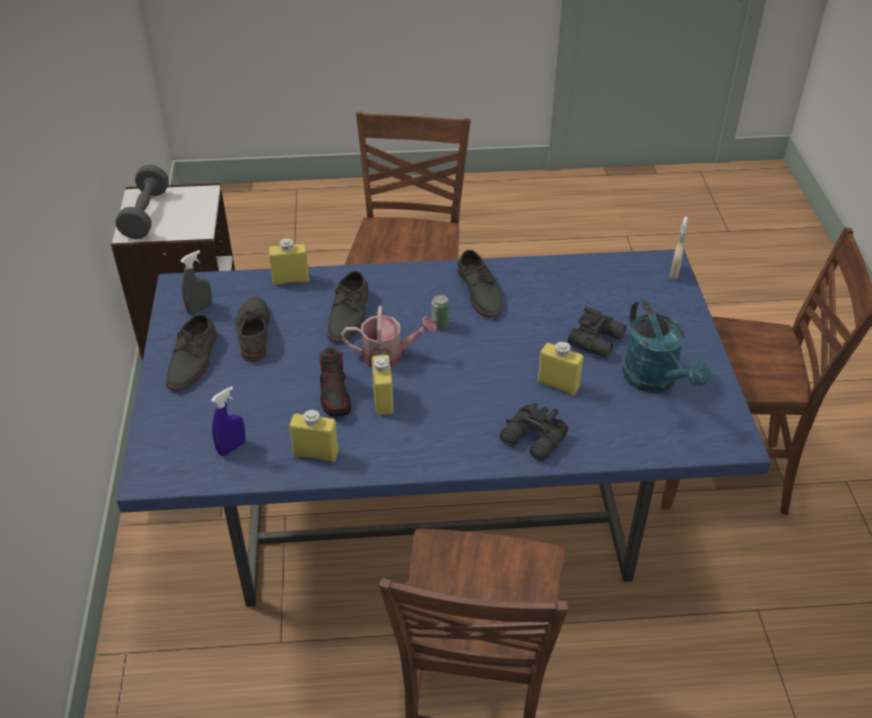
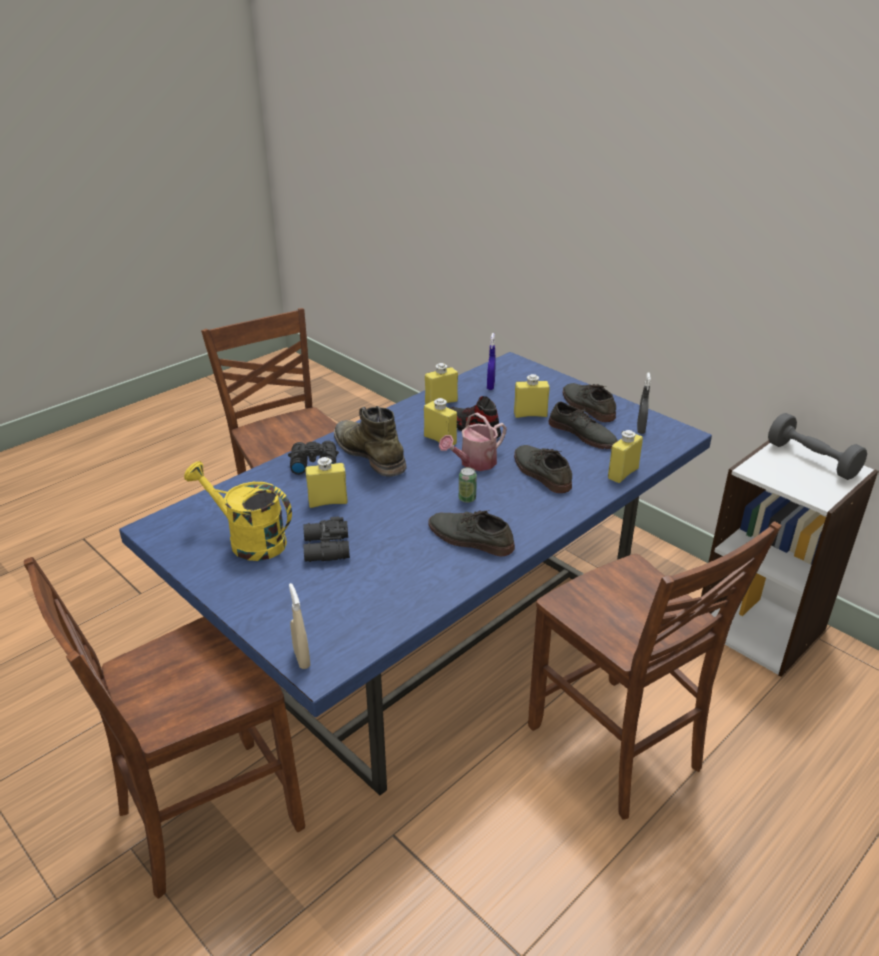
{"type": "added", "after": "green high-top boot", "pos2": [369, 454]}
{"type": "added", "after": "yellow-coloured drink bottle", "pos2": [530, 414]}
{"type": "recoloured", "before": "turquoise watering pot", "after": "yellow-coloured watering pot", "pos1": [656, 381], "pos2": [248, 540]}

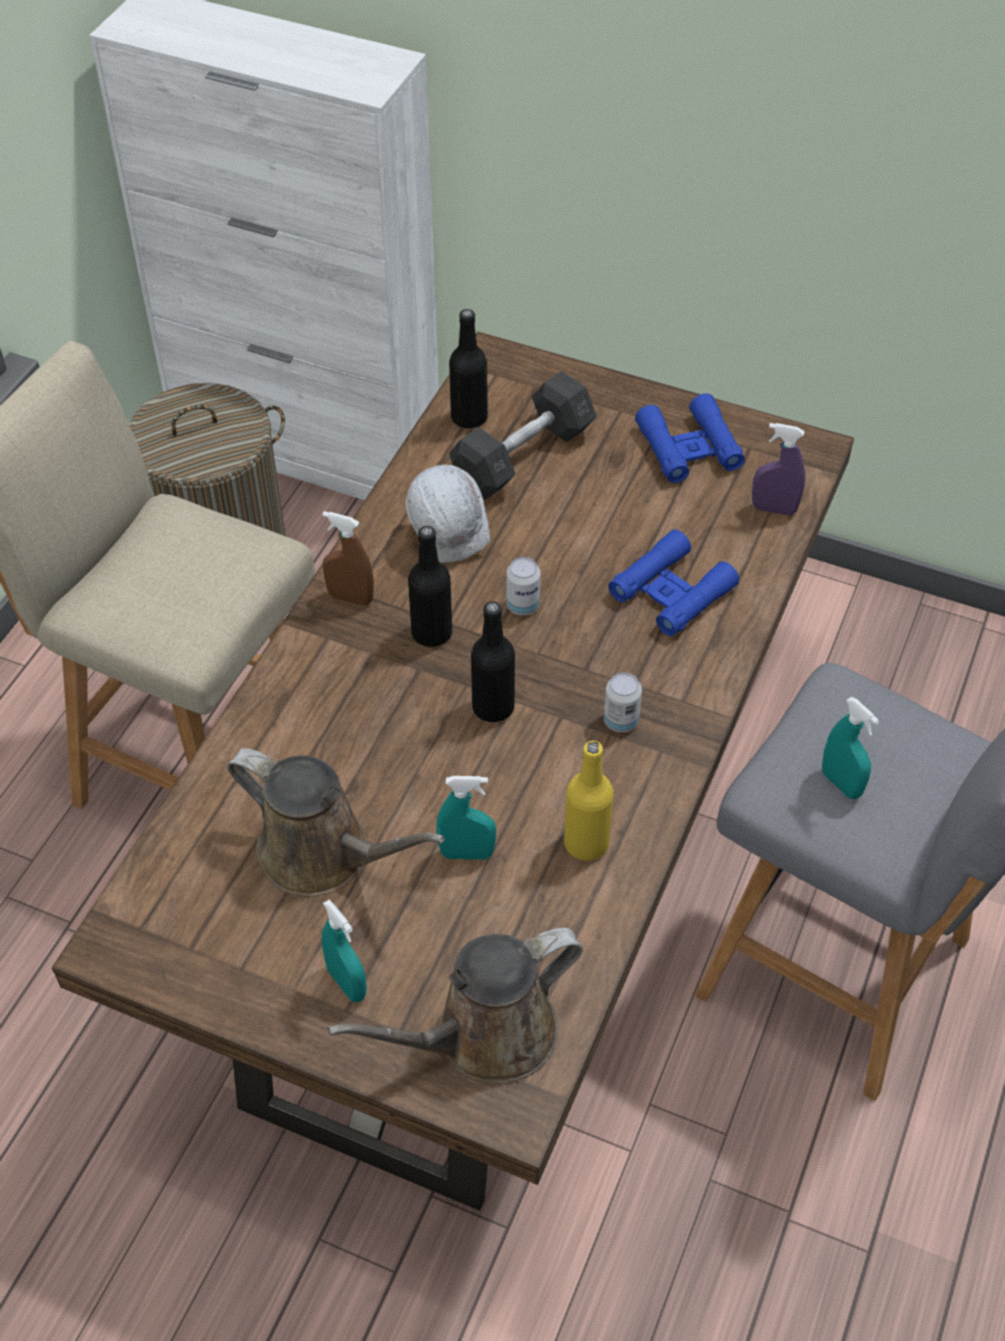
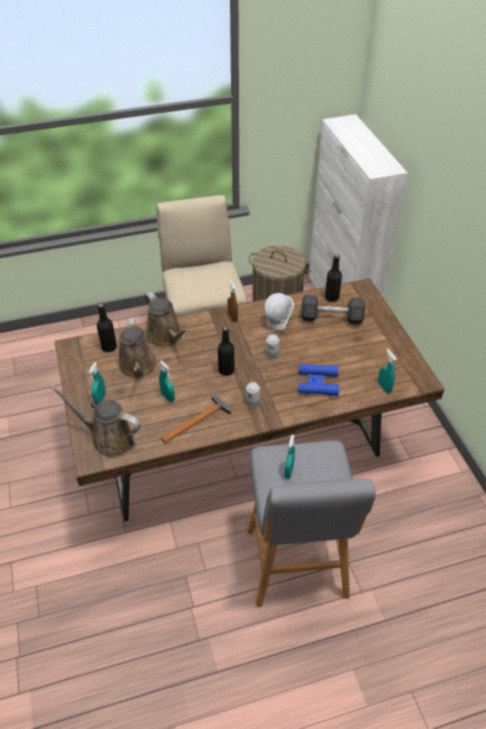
{"type": "removed", "before": "blue field glasses", "pos1": [689, 448]}
{"type": "added", "after": "brown-coloured watering pot", "pos2": [166, 337]}
{"type": "moved", "before": "black-coloured drink bottle", "pos1": [432, 633], "pos2": [109, 347]}
{"type": "replaced", "before": "yellow-coloured drink bottle", "after": "tool hammer", "pos1": [586, 843], "pos2": [198, 421]}
{"type": "recoloured", "before": "purple-coloured sprayer", "after": "turquoise sprayer", "pos1": [774, 509], "pos2": [384, 387]}

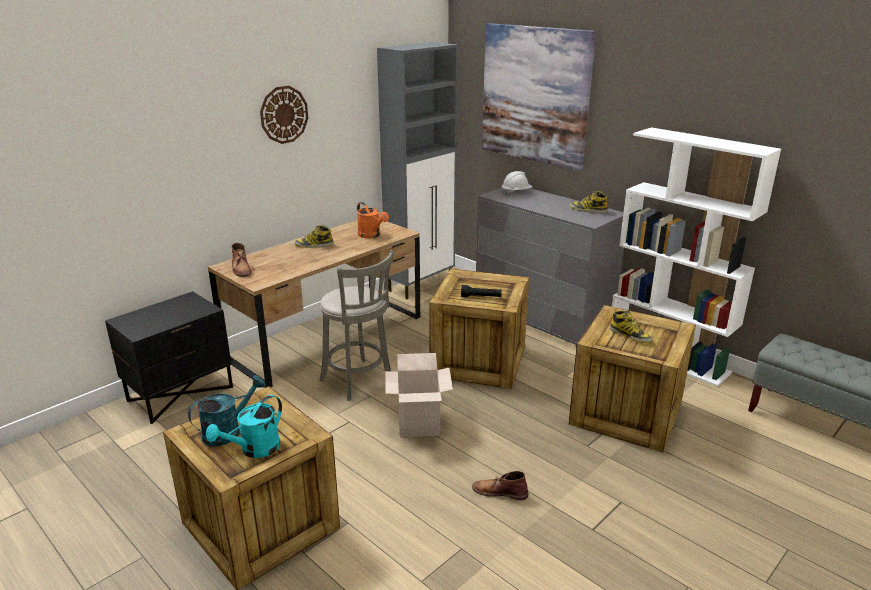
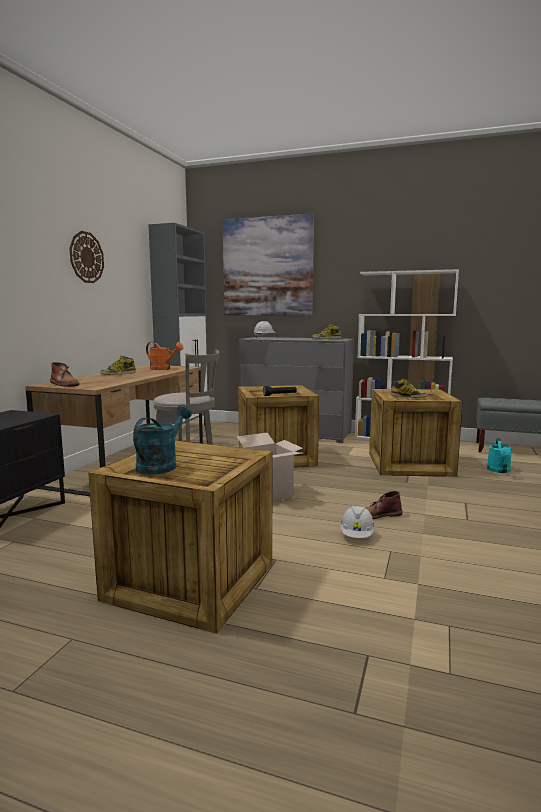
{"type": "added", "after": "whitish safety helmet", "pos2": [357, 536]}
{"type": "moved", "before": "turquoise watering pot", "pos1": [254, 450], "pos2": [499, 471]}

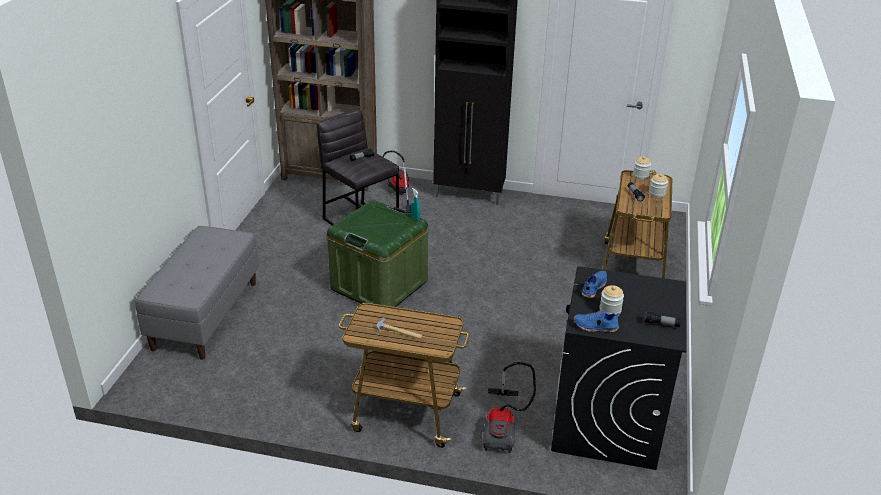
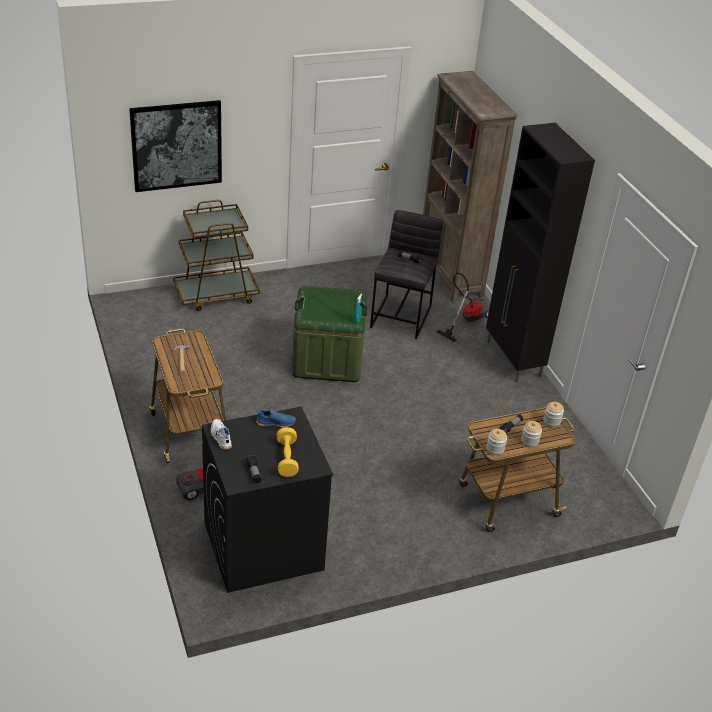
{"type": "added", "after": "picture", "pos2": [176, 145]}
{"type": "added", "after": "yellow-coloured hand weight", "pos2": [287, 459]}
{"type": "moved", "before": "storage jar", "pos1": [610, 310], "pos2": [495, 449]}
{"type": "replaced", "before": "grey long seat", "after": "brown-coloured trolley", "pos1": [205, 314], "pos2": [217, 295]}
{"type": "recoloured", "before": "blue item of footwear", "after": "whitish item of footwear", "pos1": [595, 327], "pos2": [220, 437]}

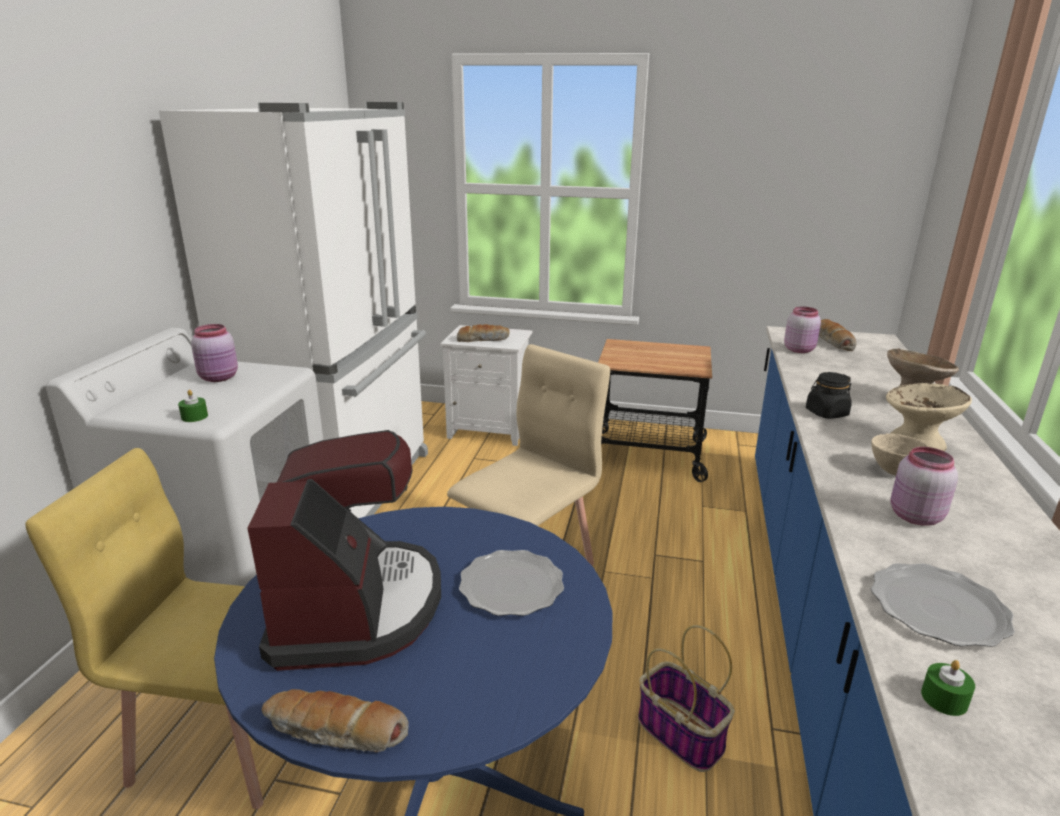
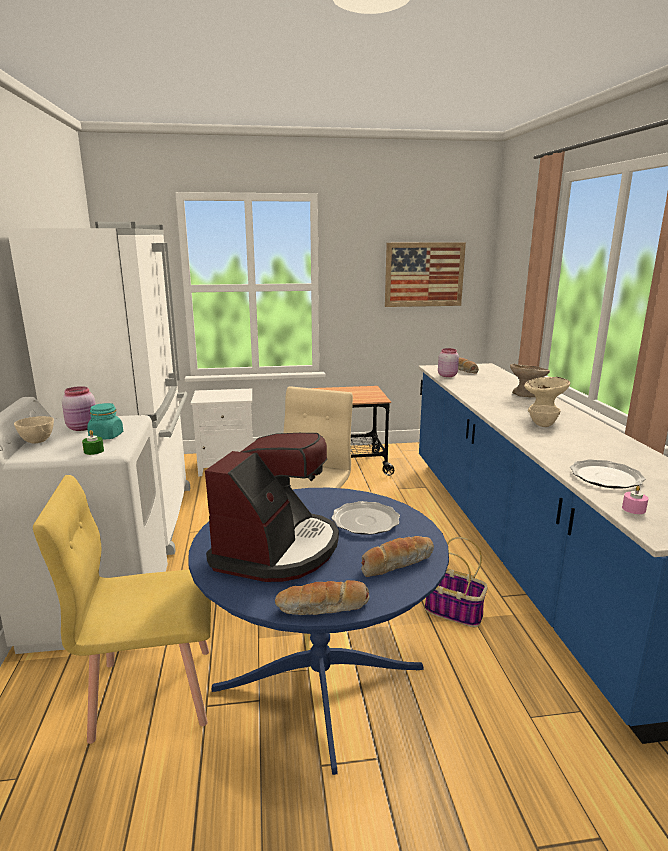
{"type": "removed", "before": "black-coloured storage jar", "pos1": [826, 413]}
{"type": "removed", "before": "pinkish storage jar", "pos1": [913, 516]}
{"type": "added", "after": "sand-coloured deep dish", "pos2": [36, 441]}
{"type": "added", "after": "turquoise storage jar", "pos2": [106, 436]}
{"type": "added", "after": "picture", "pos2": [424, 274]}
{"type": "moved", "before": "bread", "pos1": [483, 339], "pos2": [396, 563]}
{"type": "recoloured", "before": "green wax light", "after": "pinkish wax light", "pos1": [944, 699], "pos2": [633, 509]}
{"type": "turned", "before": "coffee machine", "pos1": [356, 607], "pos2": [277, 549], "turn": 45}

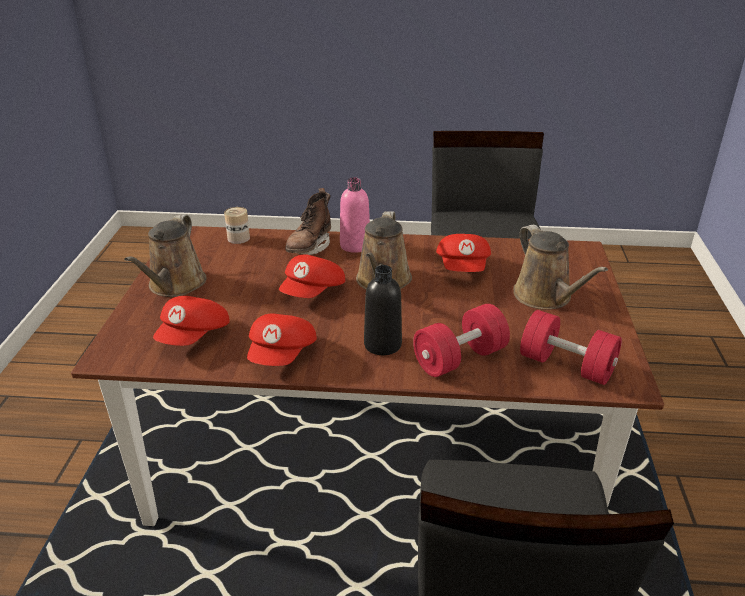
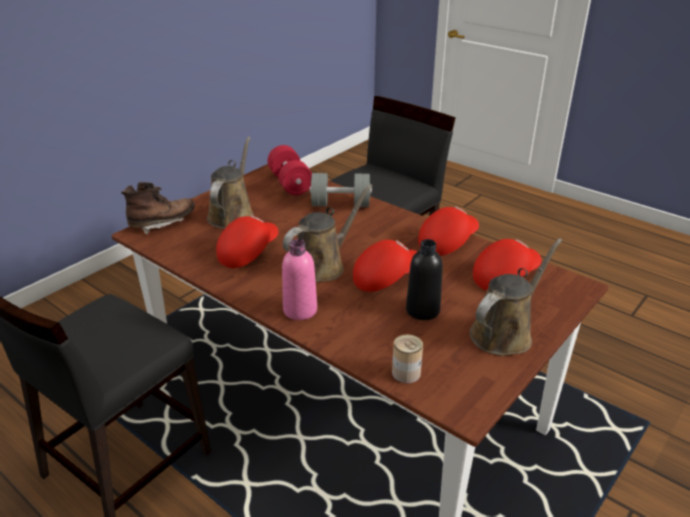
{"type": "moved", "before": "brown-coloured high-top boot", "pos1": [309, 247], "pos2": [162, 223]}
{"type": "moved", "before": "black-coloured drink bottle", "pos1": [382, 344], "pos2": [422, 310]}
{"type": "recoloured", "before": "red hand weight", "after": "grey hand weight", "pos1": [459, 358], "pos2": [340, 204]}

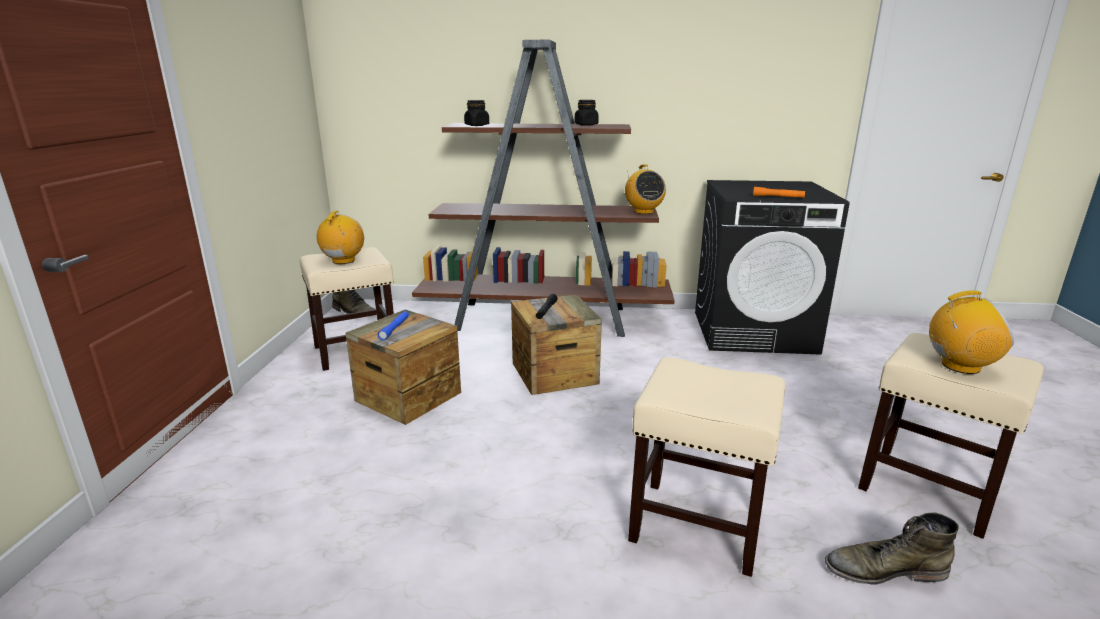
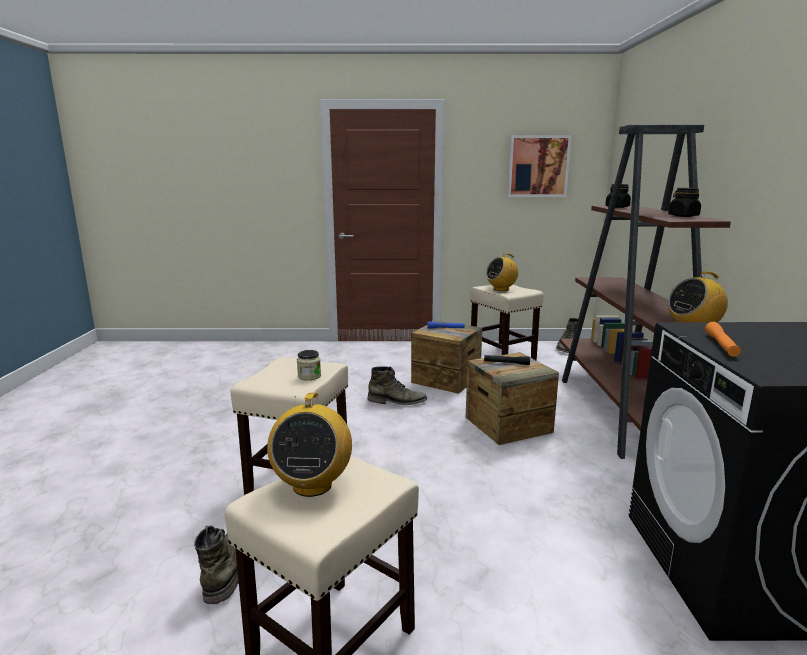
{"type": "added", "after": "storage jar", "pos2": [309, 376]}
{"type": "added", "after": "green high-top boot", "pos2": [397, 402]}
{"type": "added", "after": "picture", "pos2": [538, 166]}
{"type": "turned", "before": "radio", "pos1": [343, 261], "pos2": [501, 289], "turn": 150}

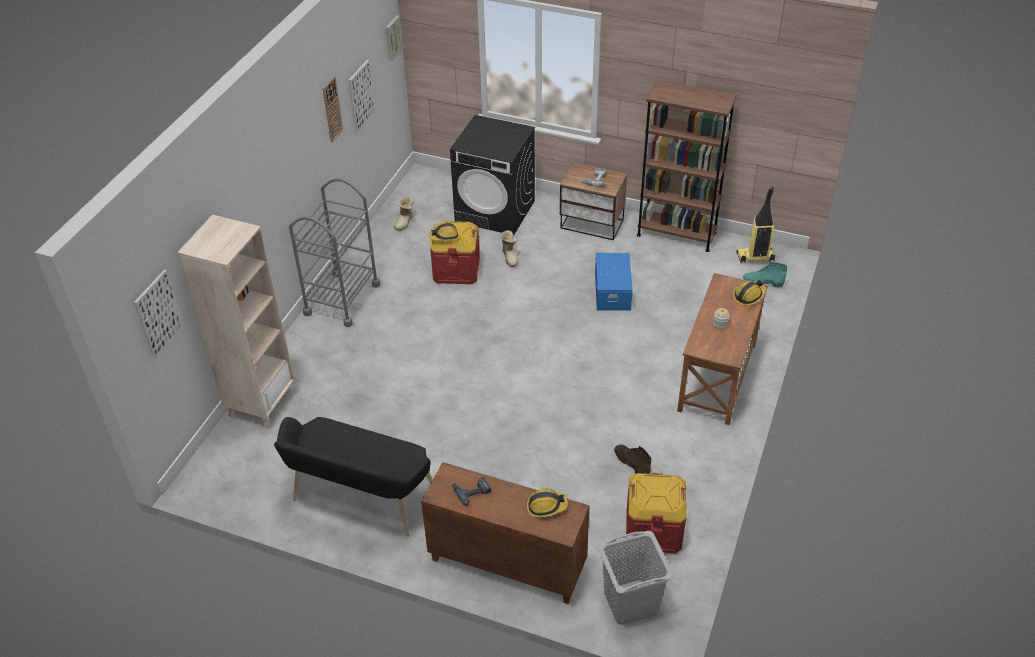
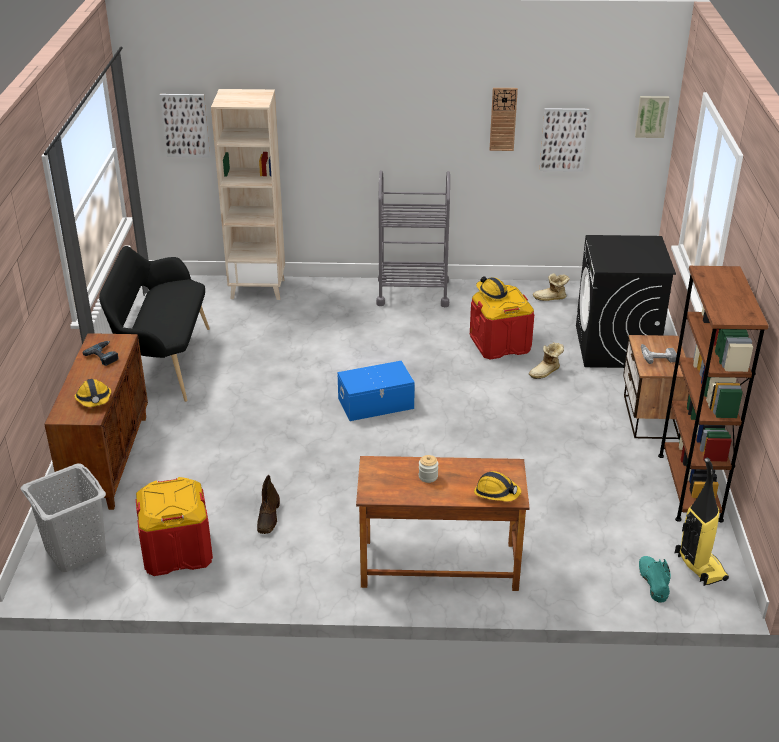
{"type": "moved", "before": "blue storage box", "pos1": [613, 291], "pos2": [376, 404]}
{"type": "turned", "before": "brown-coloured high-top boot", "pos1": [631, 463], "pos2": [268, 518], "turn": 150}

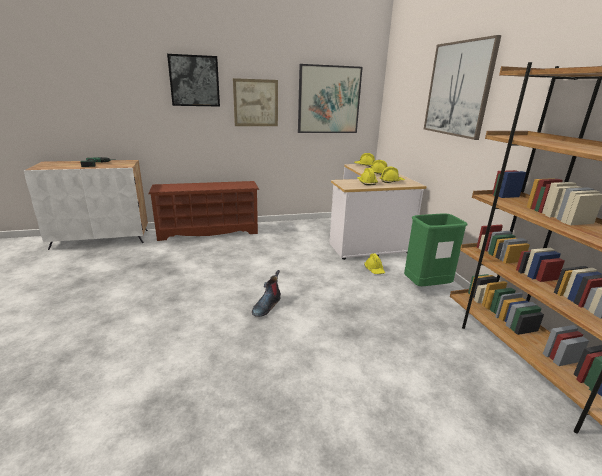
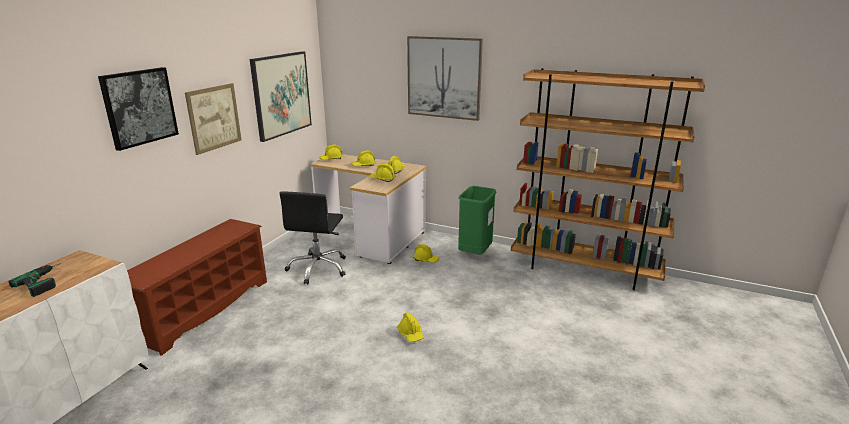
{"type": "added", "after": "black-coloured desk chair", "pos2": [318, 268]}
{"type": "replaced", "before": "high-top boot", "after": "yellow-coloured safety helmet", "pos1": [266, 306], "pos2": [411, 334]}

